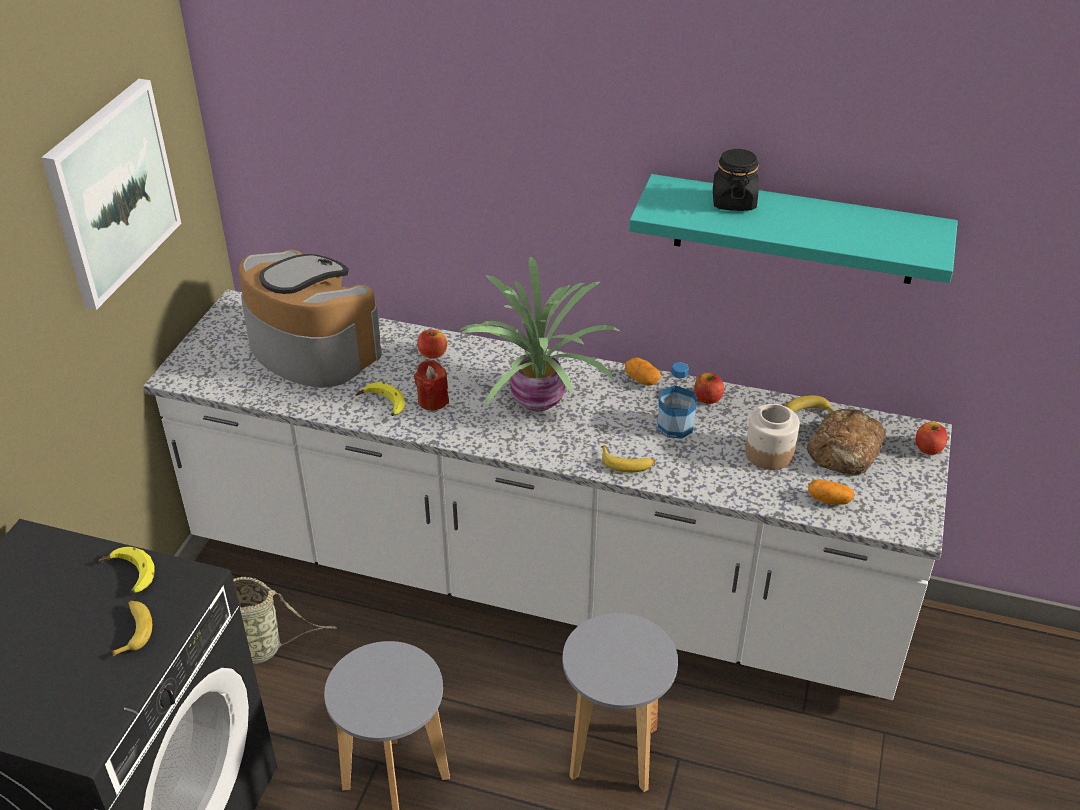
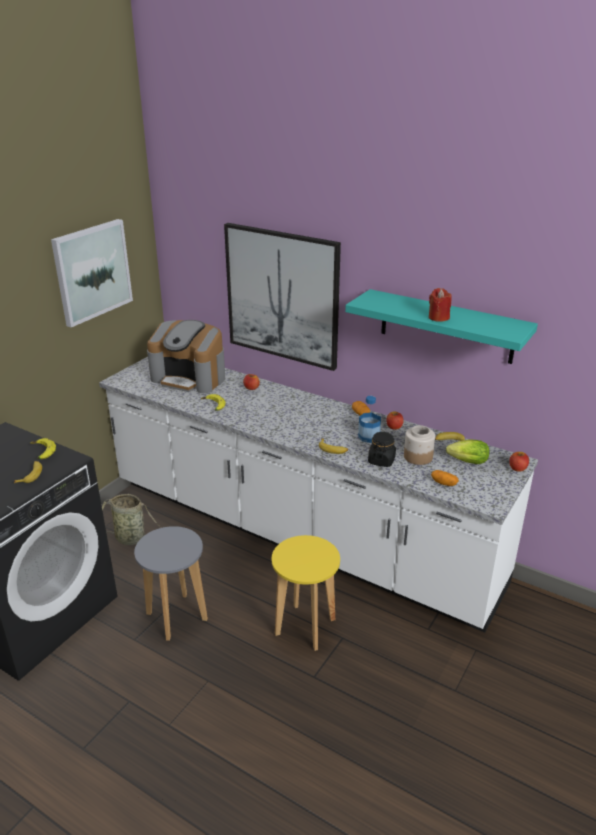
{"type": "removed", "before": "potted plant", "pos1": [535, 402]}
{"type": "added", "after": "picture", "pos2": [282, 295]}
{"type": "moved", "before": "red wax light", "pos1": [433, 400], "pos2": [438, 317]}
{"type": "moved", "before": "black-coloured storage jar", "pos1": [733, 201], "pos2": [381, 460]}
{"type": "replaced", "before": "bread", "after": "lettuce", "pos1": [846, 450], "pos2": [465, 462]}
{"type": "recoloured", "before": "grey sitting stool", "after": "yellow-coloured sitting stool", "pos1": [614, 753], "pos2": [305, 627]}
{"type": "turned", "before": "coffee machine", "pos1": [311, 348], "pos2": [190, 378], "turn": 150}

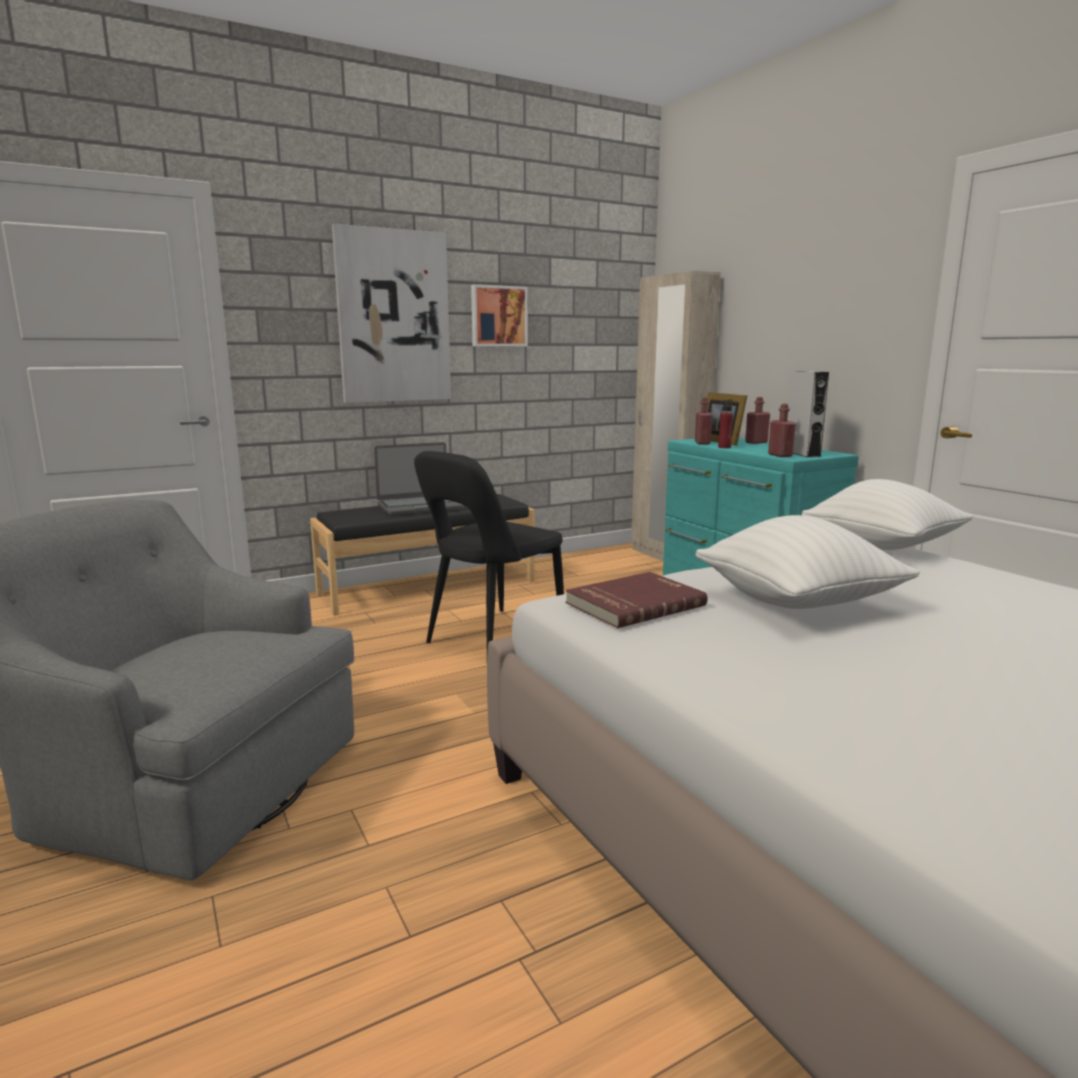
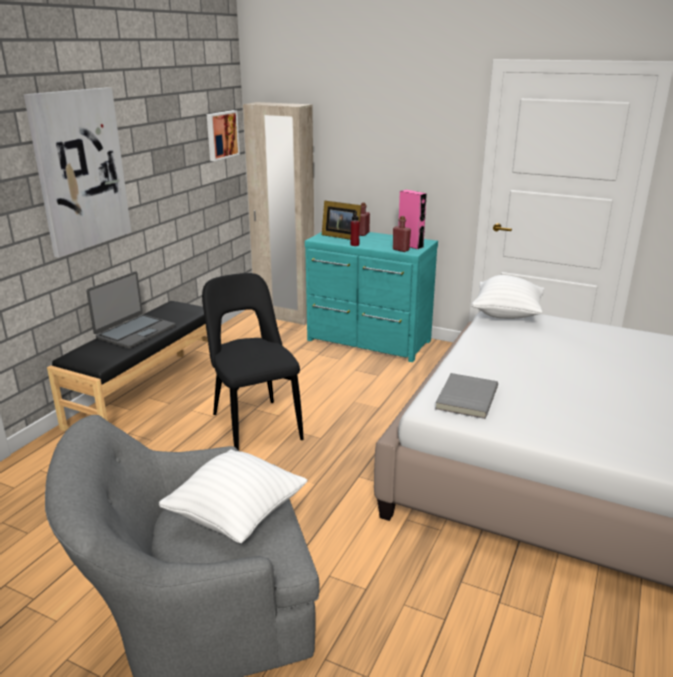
{"type": "removed", "before": "red drink bottle", "pos1": [702, 443]}
{"type": "moved", "before": "picture", "pos1": [498, 316], "pos2": [221, 135]}
{"type": "moved", "before": "whitish pillow", "pos1": [798, 604], "pos2": [236, 516]}
{"type": "recoloured", "before": "red book", "after": "grey book", "pos1": [633, 603], "pos2": [465, 398]}
{"type": "recoloured", "before": "grey audio speaker", "after": "pinkish audio speaker", "pos1": [803, 454], "pos2": [410, 245]}
{"type": "turned", "before": "black-coloured plain chair", "pos1": [491, 638], "pos2": [254, 425], "turn": 150}

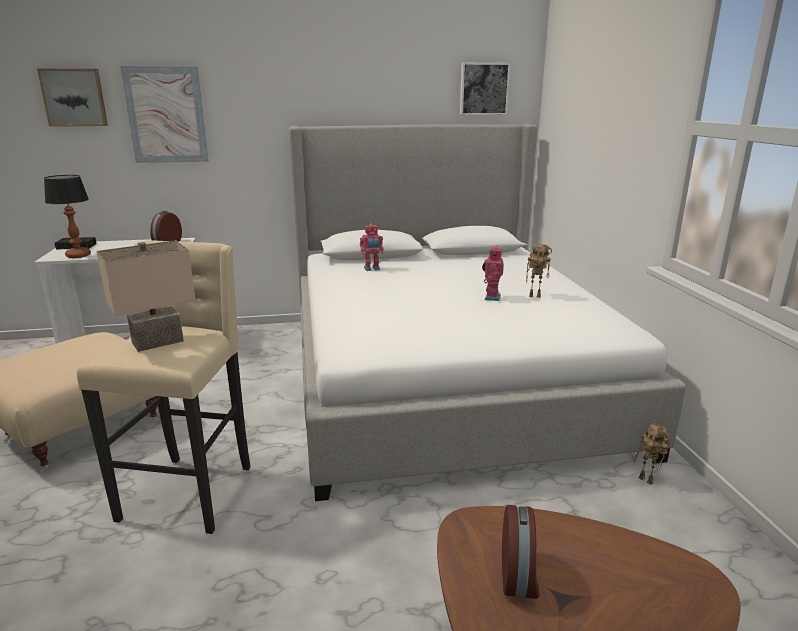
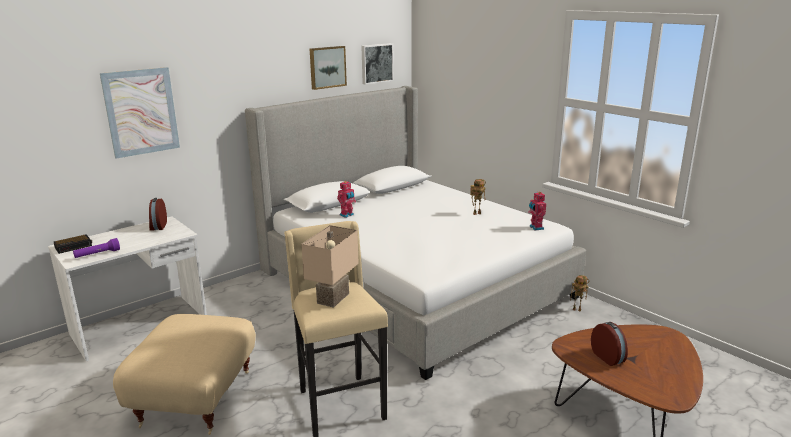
{"type": "moved", "before": "picture", "pos1": [74, 97], "pos2": [327, 67]}
{"type": "moved", "before": "toy robot", "pos1": [491, 297], "pos2": [535, 228]}
{"type": "replaced", "before": "table lamp", "after": "purple-coloured hand torch", "pos1": [78, 255], "pos2": [97, 254]}

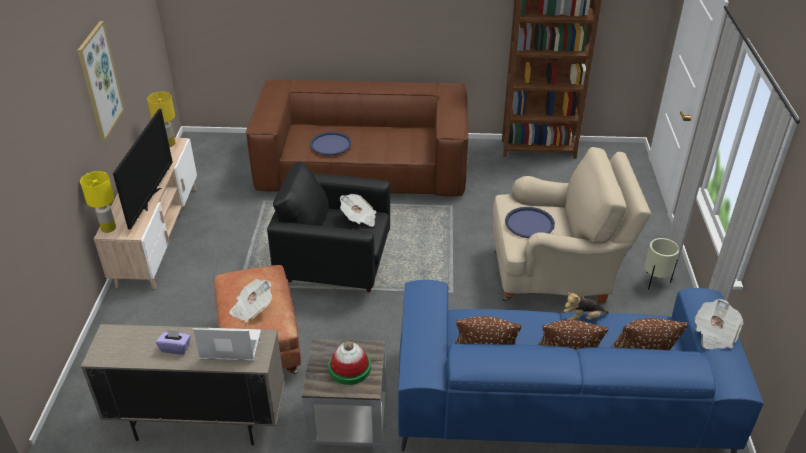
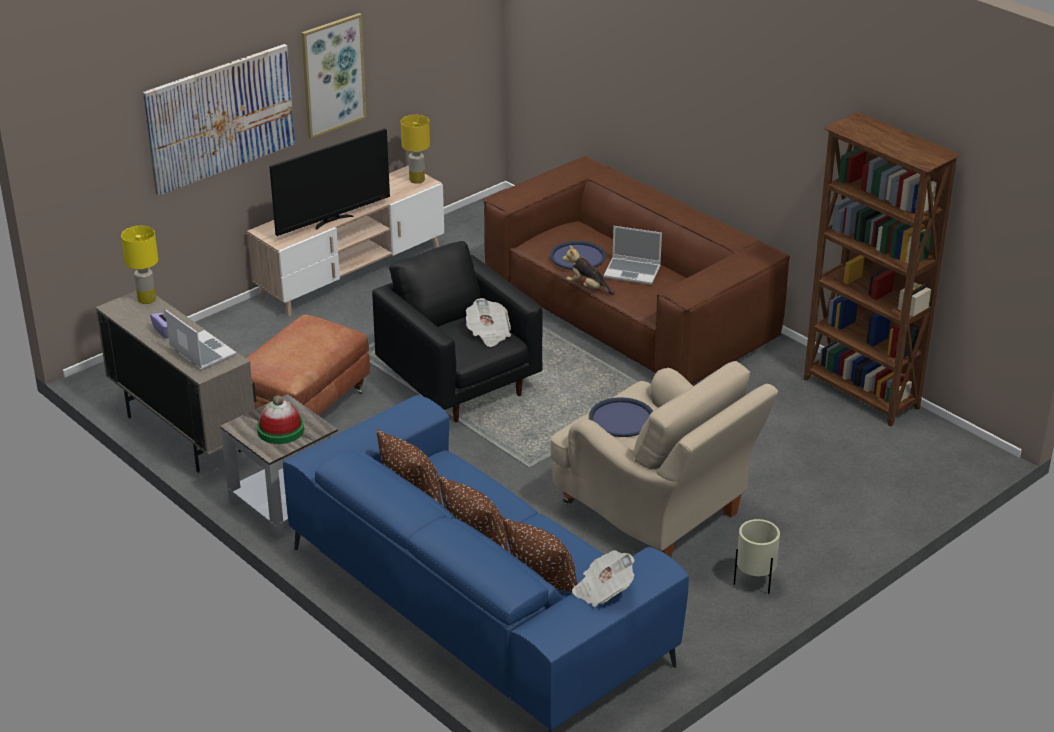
{"type": "removed", "before": "printed paper", "pos1": [252, 309]}
{"type": "added", "after": "picture", "pos2": [220, 118]}
{"type": "added", "after": "laptop", "pos2": [633, 272]}
{"type": "moved", "before": "yellow-coloured table lamp", "pos1": [108, 228], "pos2": [146, 299]}
{"type": "moved", "before": "soft toy", "pos1": [582, 318], "pos2": [587, 287]}

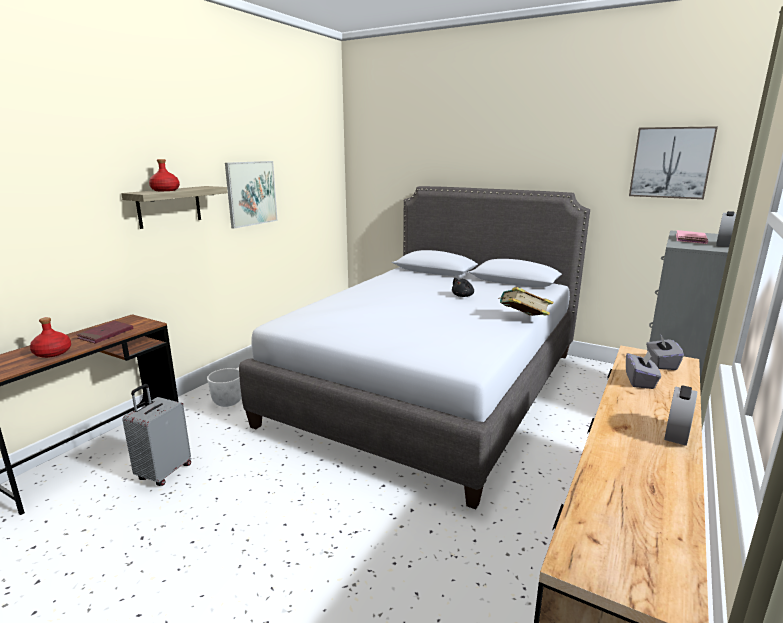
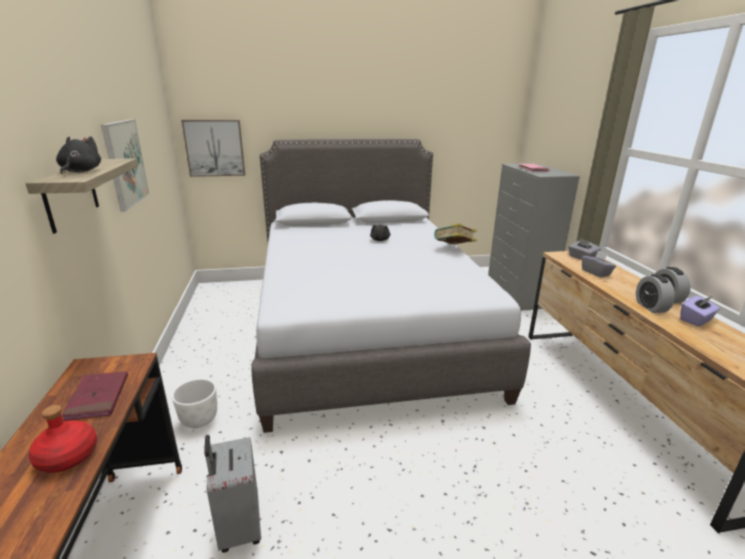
{"type": "added", "after": "purple-coloured tissue box", "pos2": [696, 320]}
{"type": "moved", "before": "picture", "pos1": [671, 163], "pos2": [214, 148]}
{"type": "moved", "before": "bedside clock", "pos1": [723, 244], "pos2": [650, 307]}
{"type": "replaced", "before": "red drink bottle", "after": "black-coloured soft toy", "pos1": [165, 190], "pos2": [80, 171]}

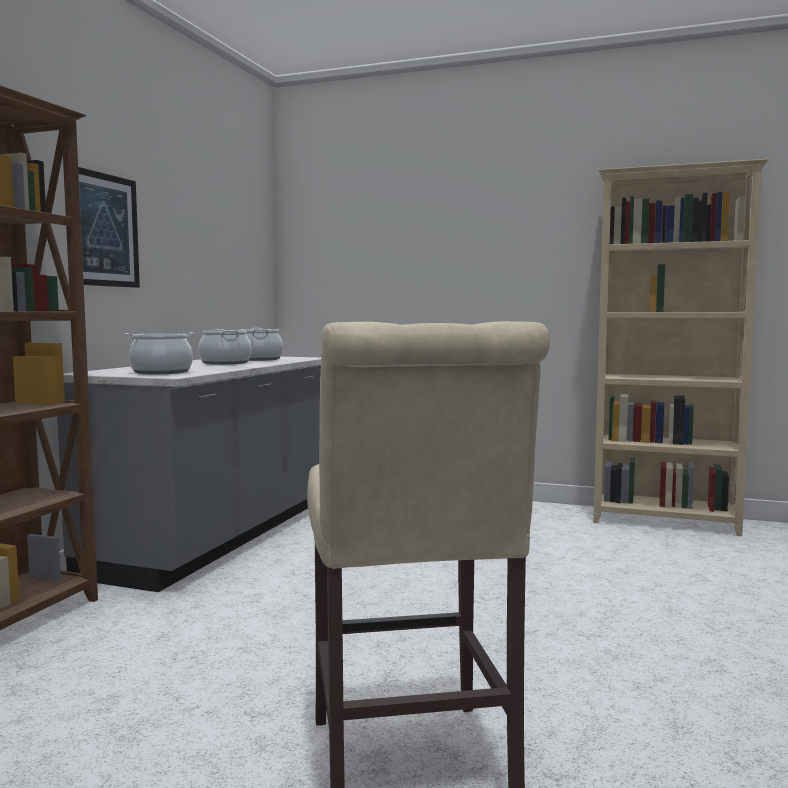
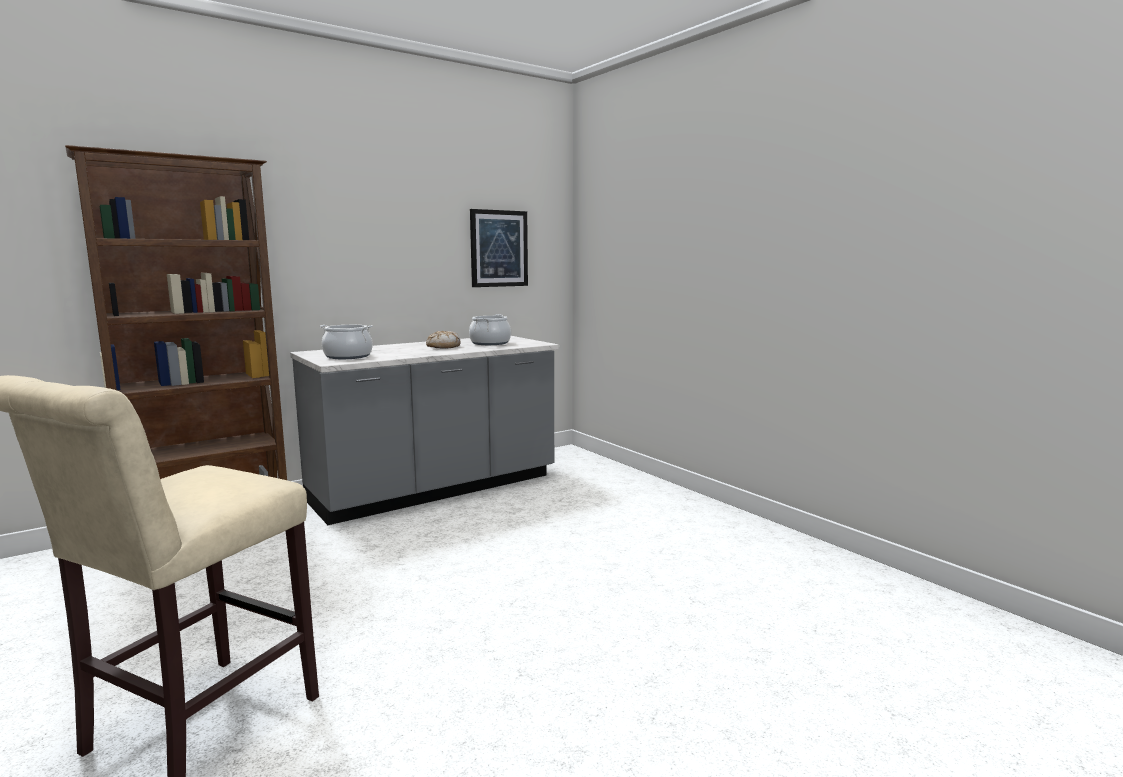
{"type": "removed", "before": "sand-coloured bookshelf", "pos1": [666, 522]}
{"type": "moved", "before": "picture", "pos1": [102, 230], "pos2": [499, 248]}
{"type": "replaced", "before": "cooking pot", "after": "bread", "pos1": [225, 363], "pos2": [443, 347]}

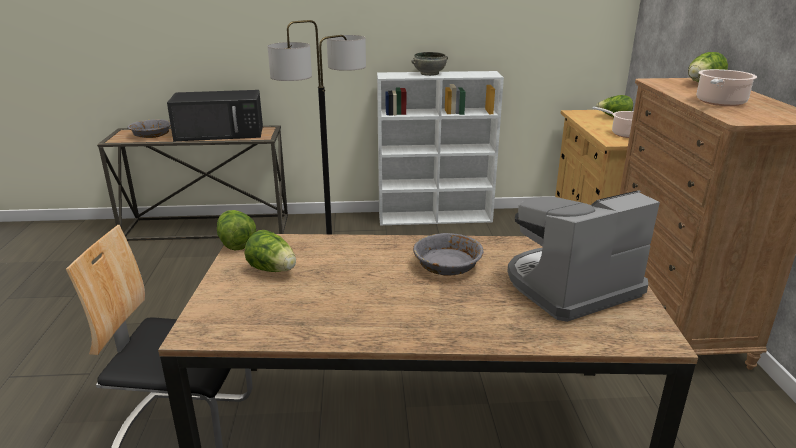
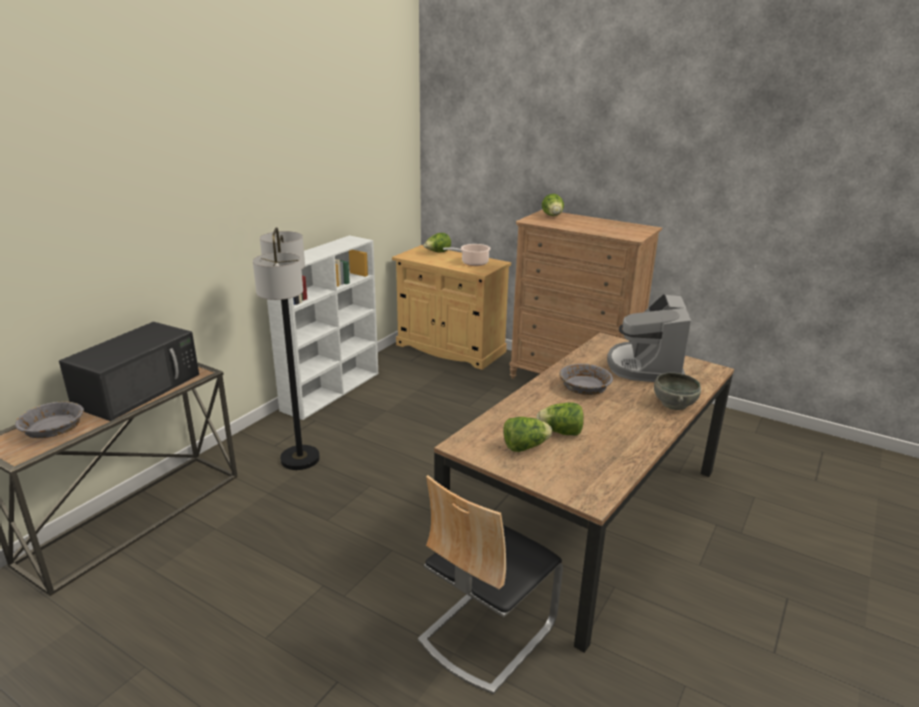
{"type": "removed", "before": "cooking pot", "pos1": [719, 103]}
{"type": "moved", "before": "lettuce", "pos1": [236, 243], "pos2": [560, 432]}
{"type": "moved", "before": "grey deep dish", "pos1": [429, 73], "pos2": [673, 404]}

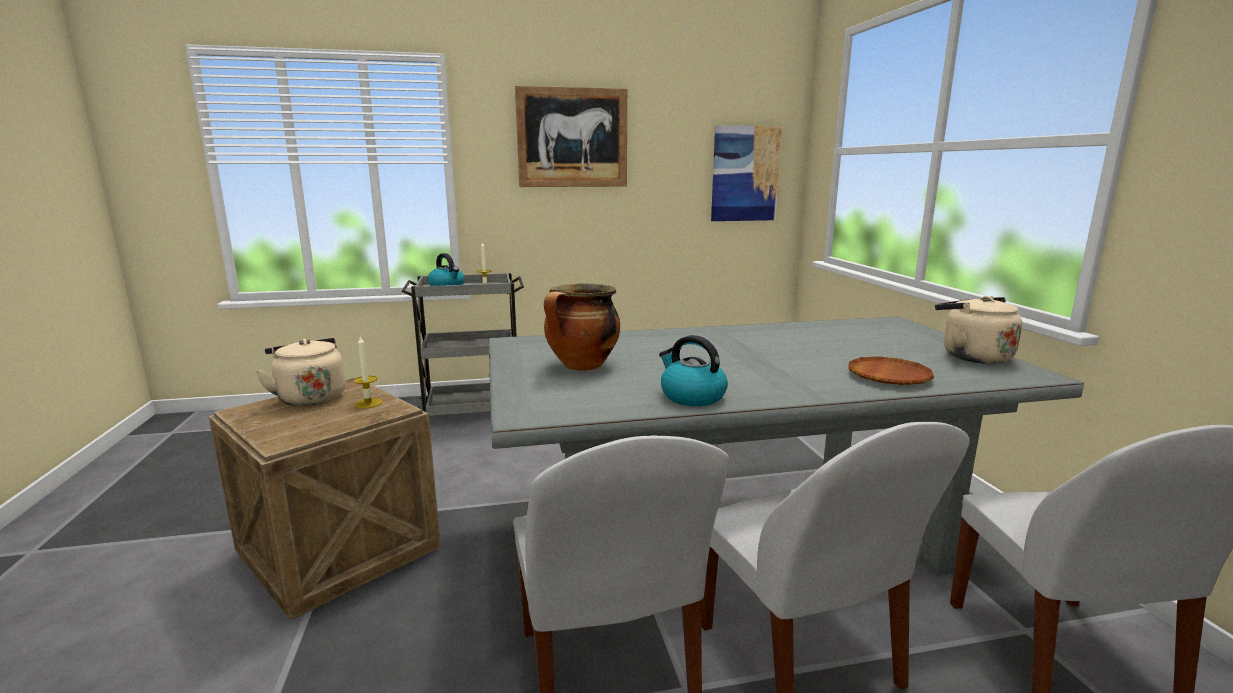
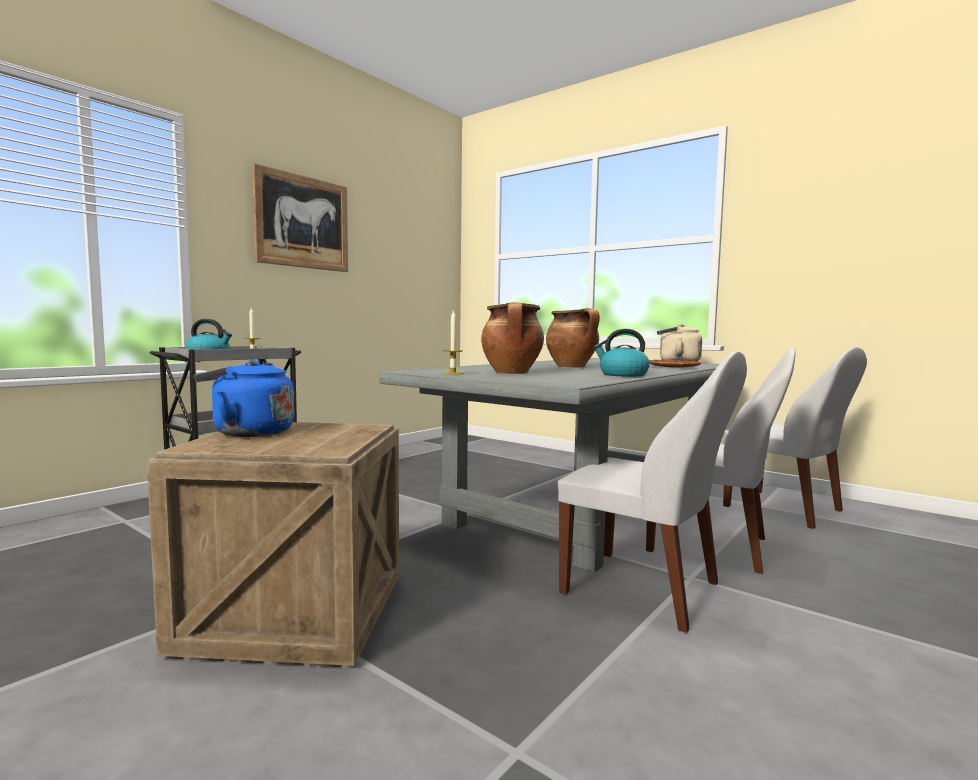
{"type": "removed", "before": "picture", "pos1": [745, 174]}
{"type": "added", "after": "cooking pot", "pos2": [572, 367]}
{"type": "moved", "before": "wax light", "pos1": [368, 403], "pos2": [452, 373]}
{"type": "recoloured", "before": "sand-coloured tea kettle", "after": "blue tea kettle", "pos1": [310, 397], "pos2": [248, 433]}

